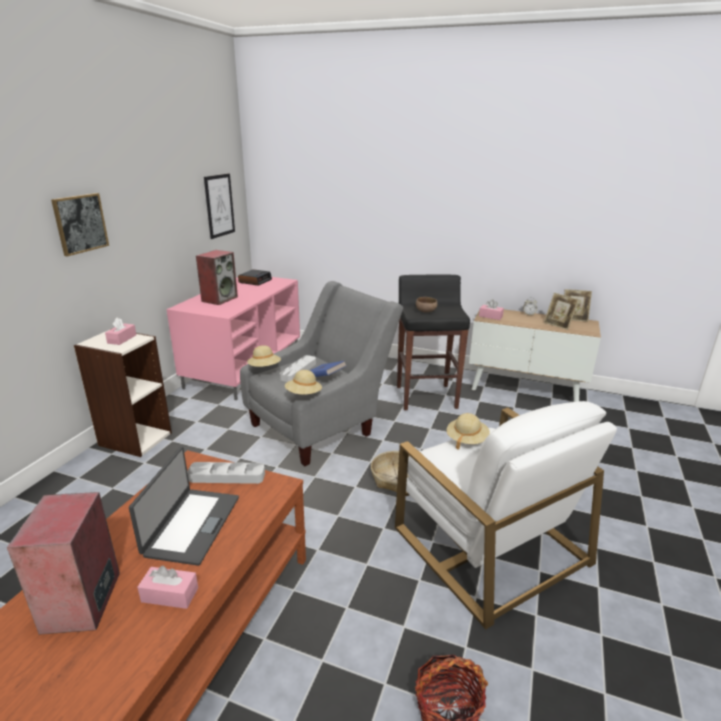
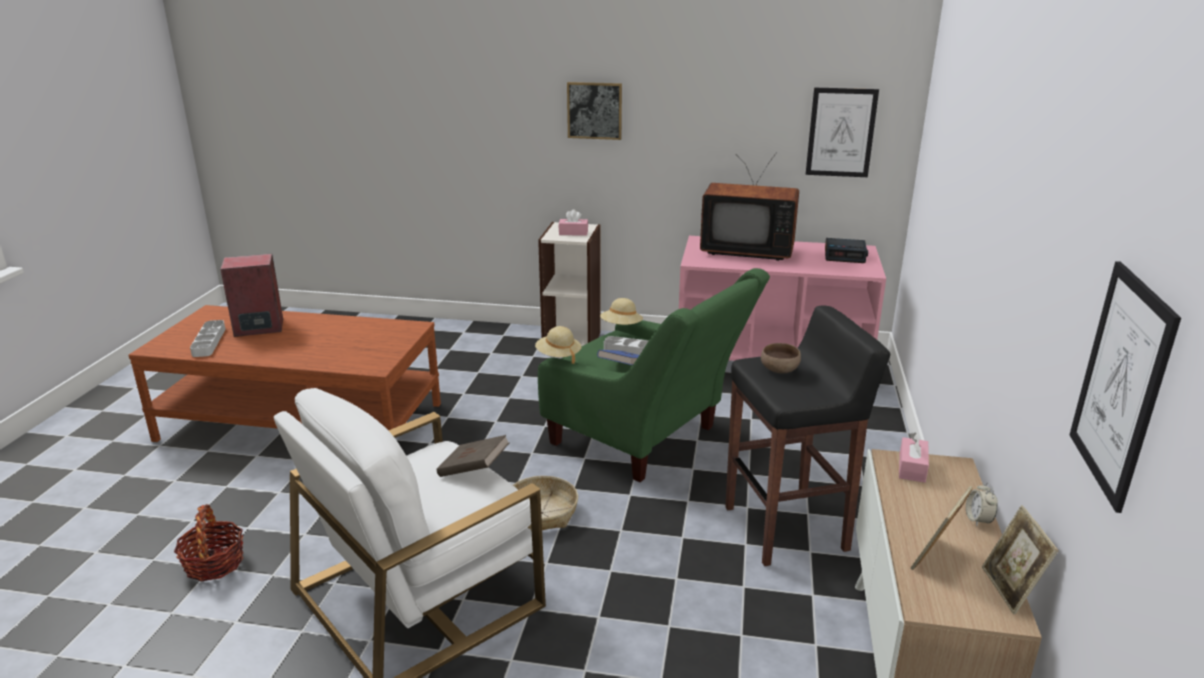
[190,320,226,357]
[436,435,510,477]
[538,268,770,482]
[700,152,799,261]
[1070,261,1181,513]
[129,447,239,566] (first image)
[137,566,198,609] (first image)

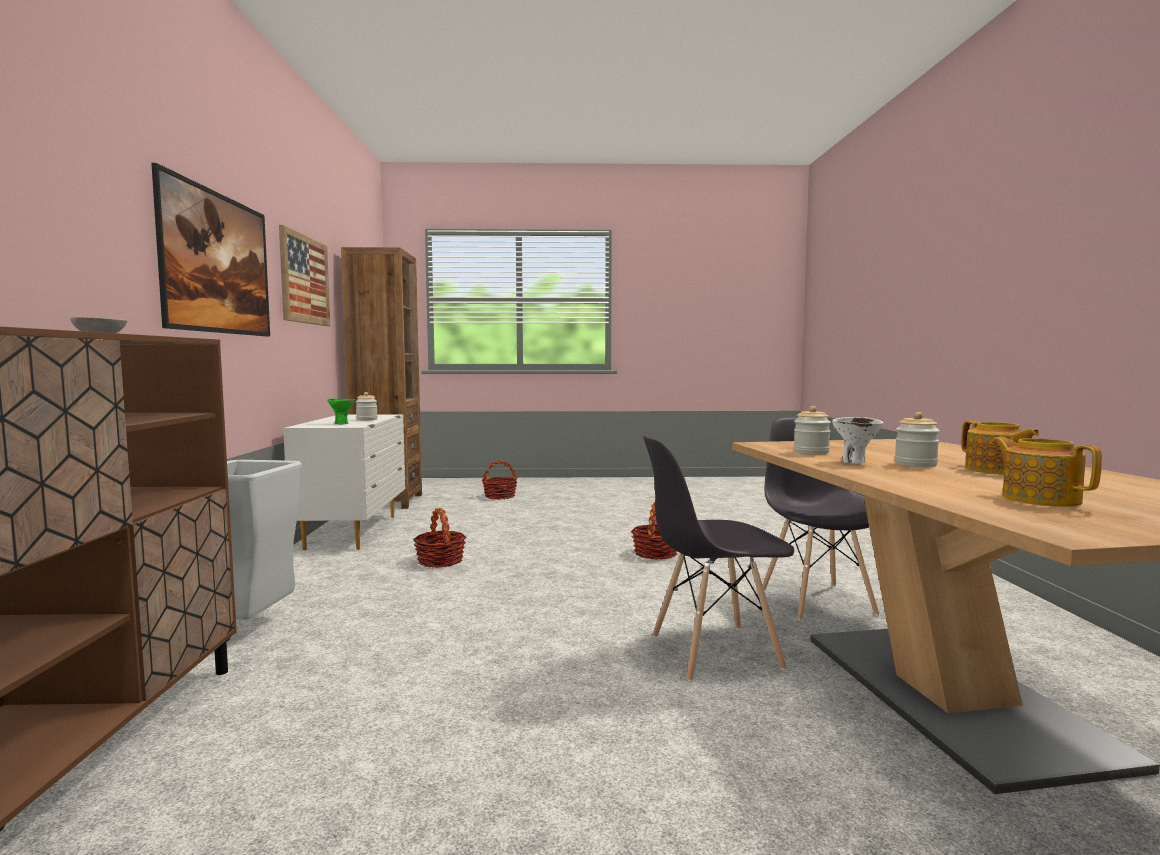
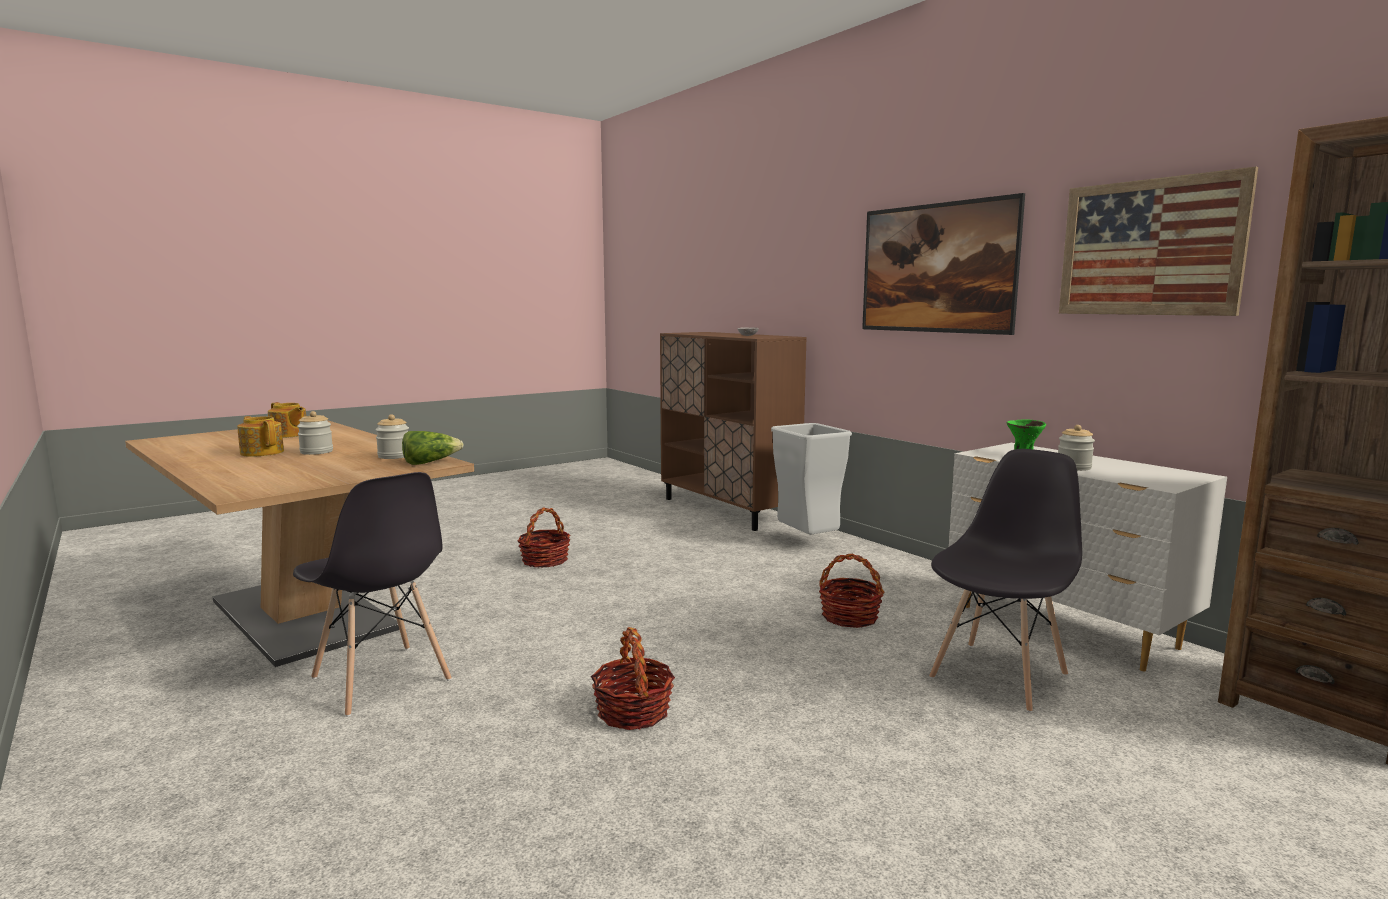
[402,431,464,465]
[518,508,570,568]
[929,449,1082,713]
[832,417,883,464] (first image)

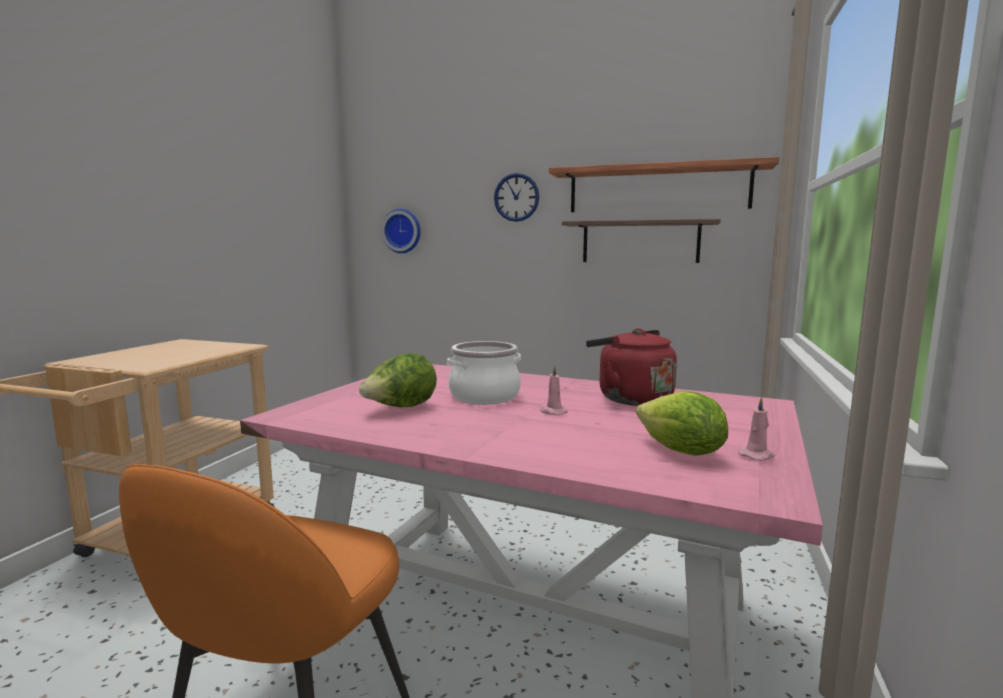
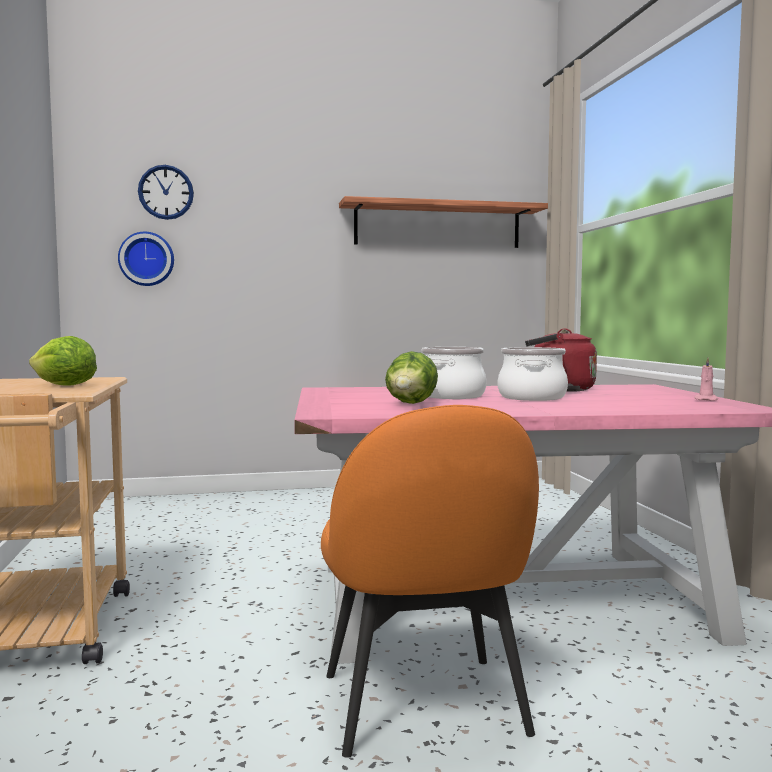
[29,336,97,385]
[138,165,194,220]
[498,347,568,401]
[562,219,721,263] (first image)

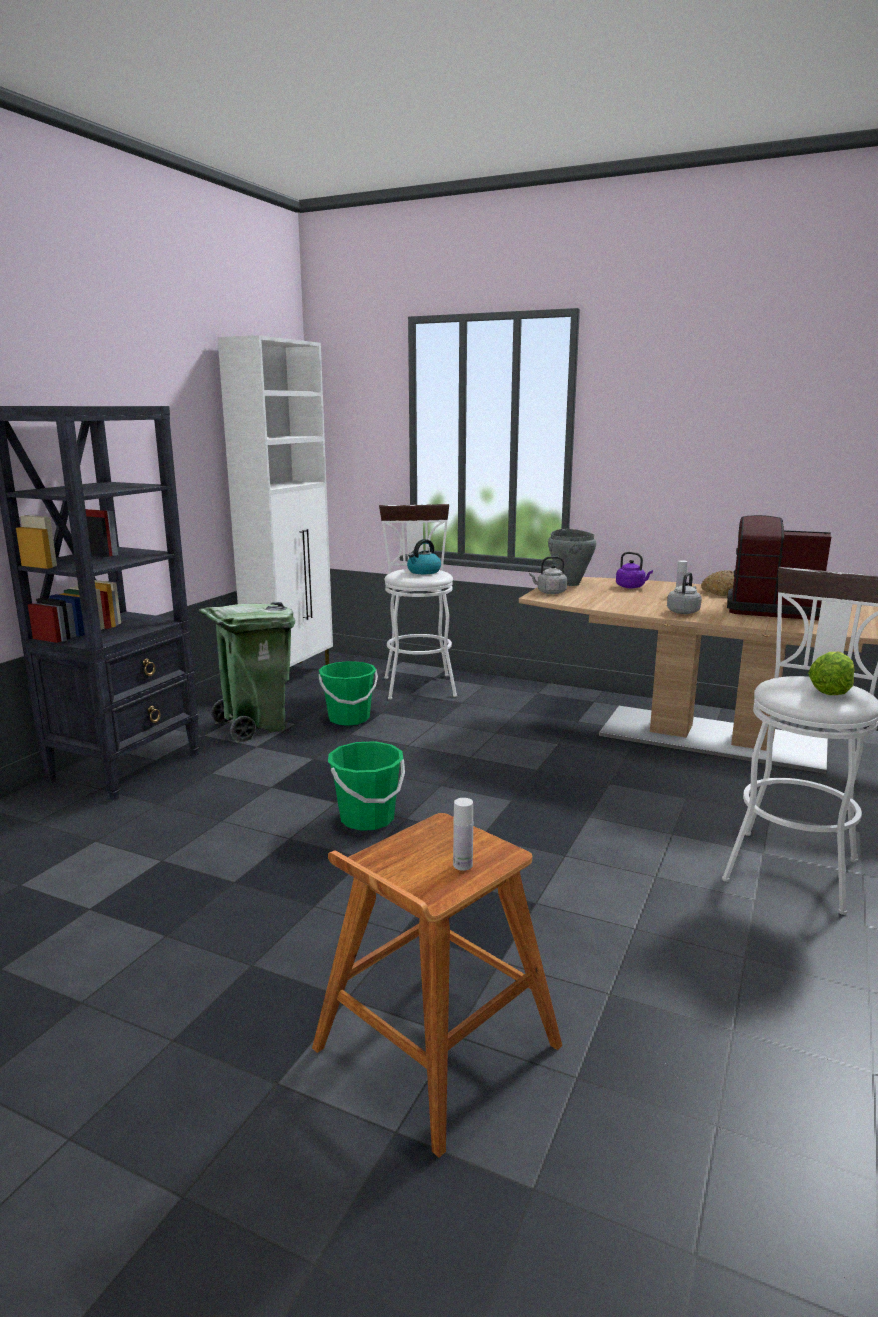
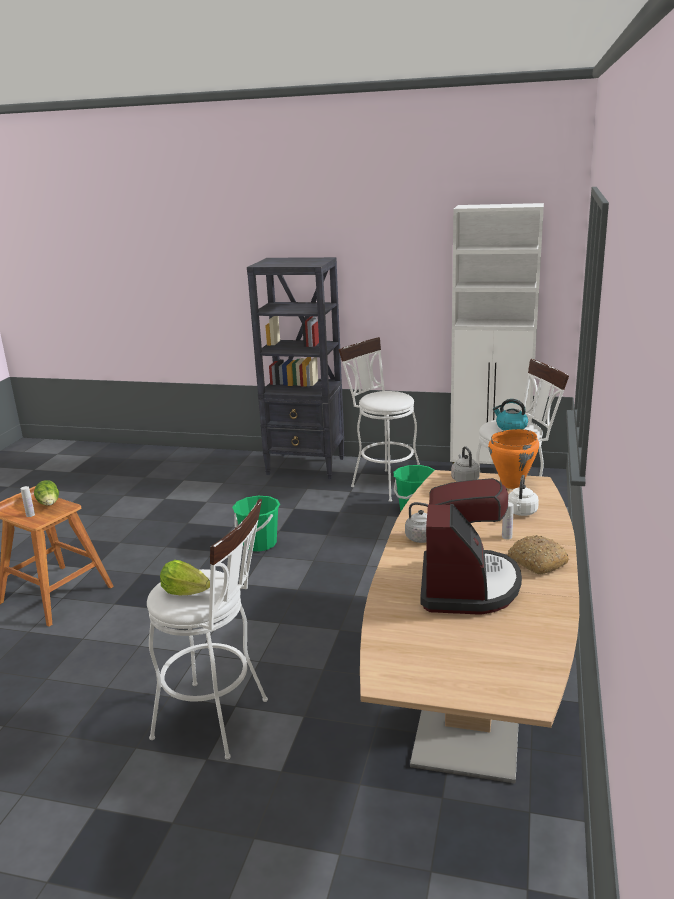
[34,480,59,506]
[338,337,420,502]
[488,429,539,489]
[508,475,539,516]

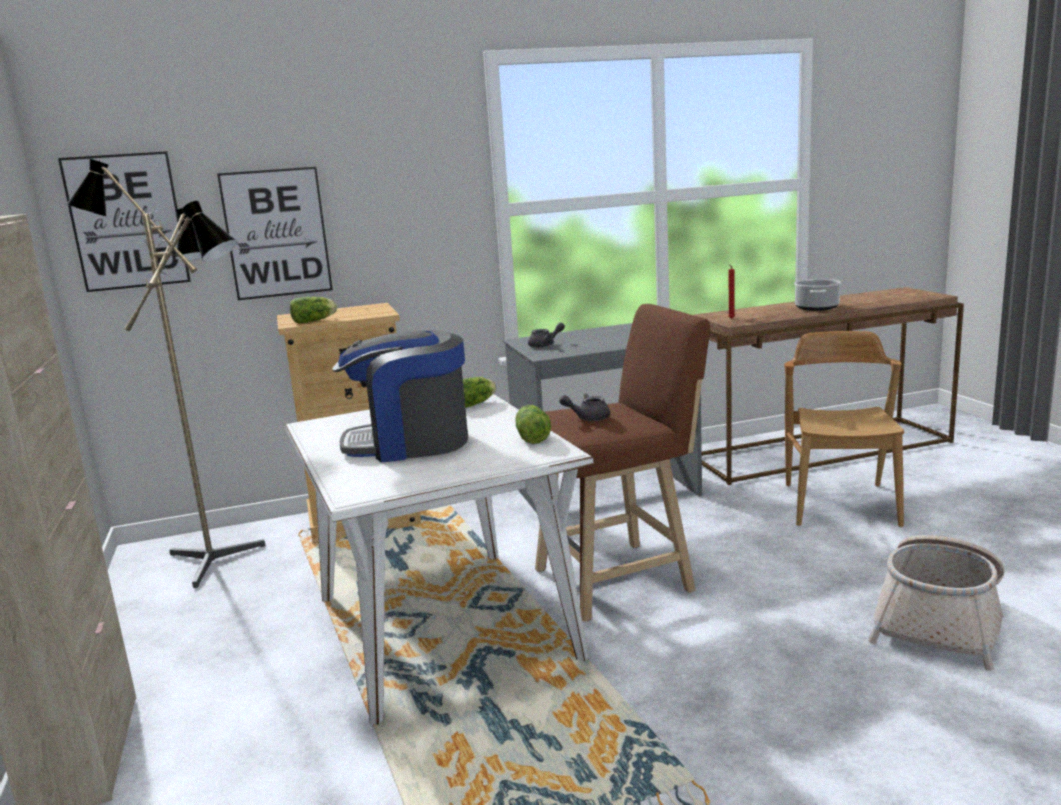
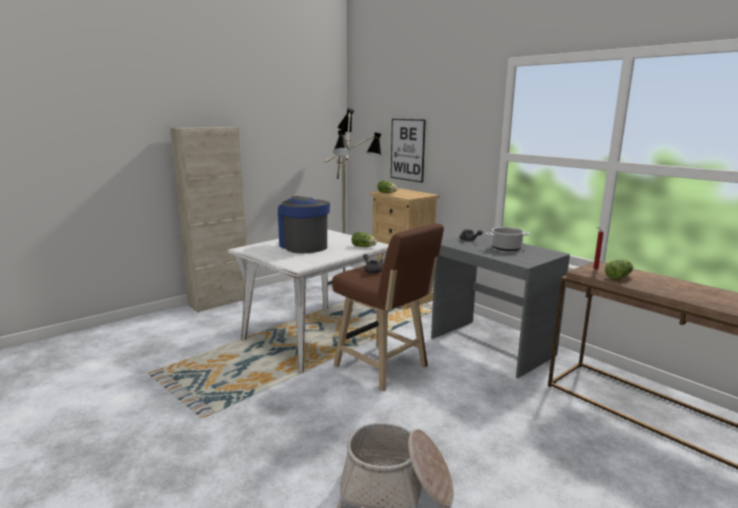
[486,227,530,251]
[605,260,633,280]
[58,151,191,292] (first image)
[784,331,904,527] (first image)

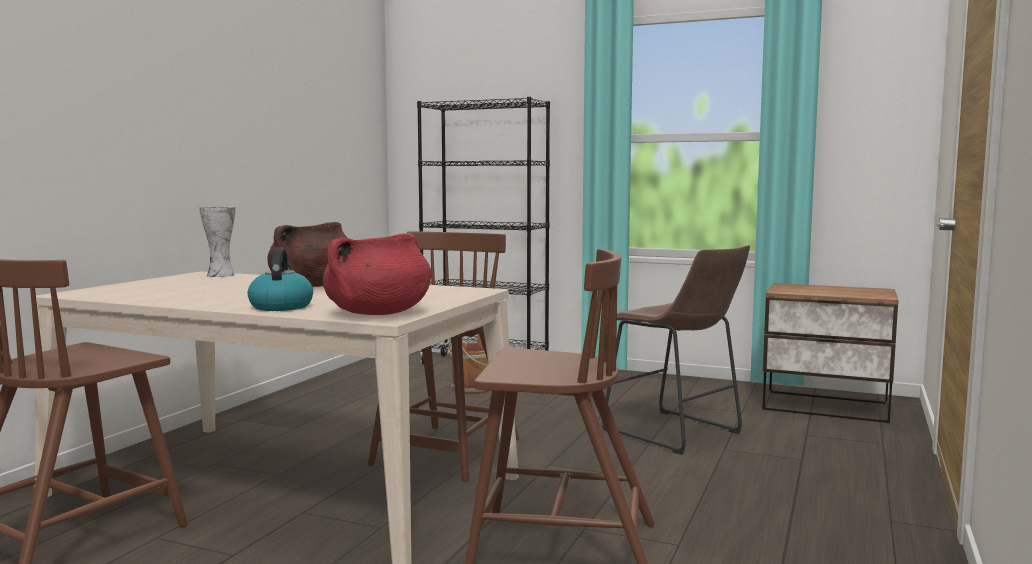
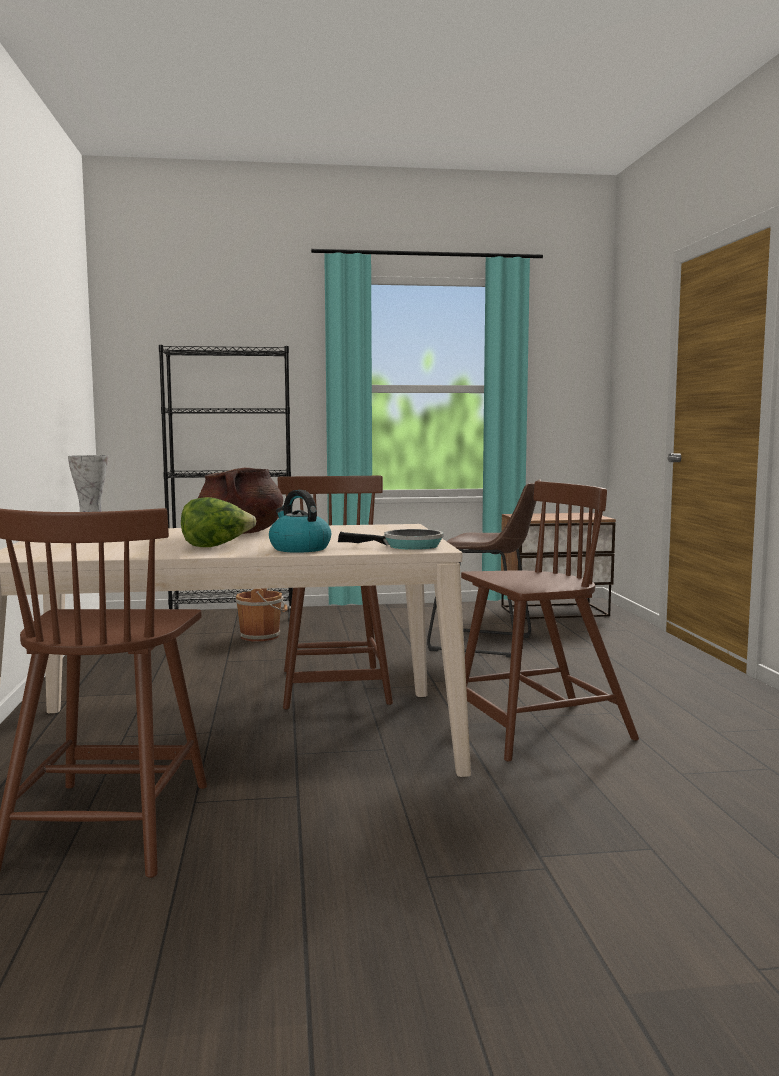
[181,497,256,547]
[338,529,444,550]

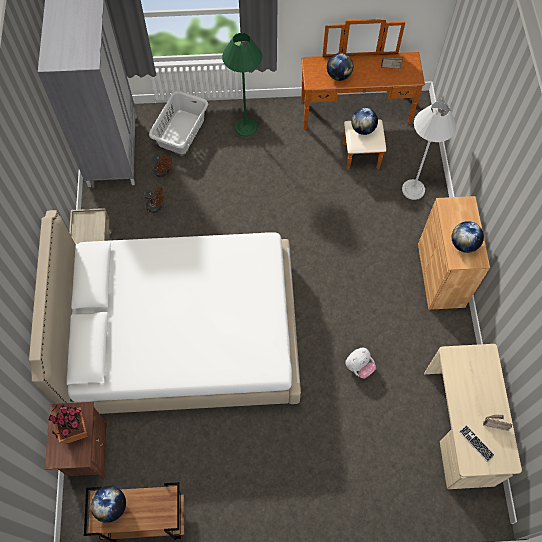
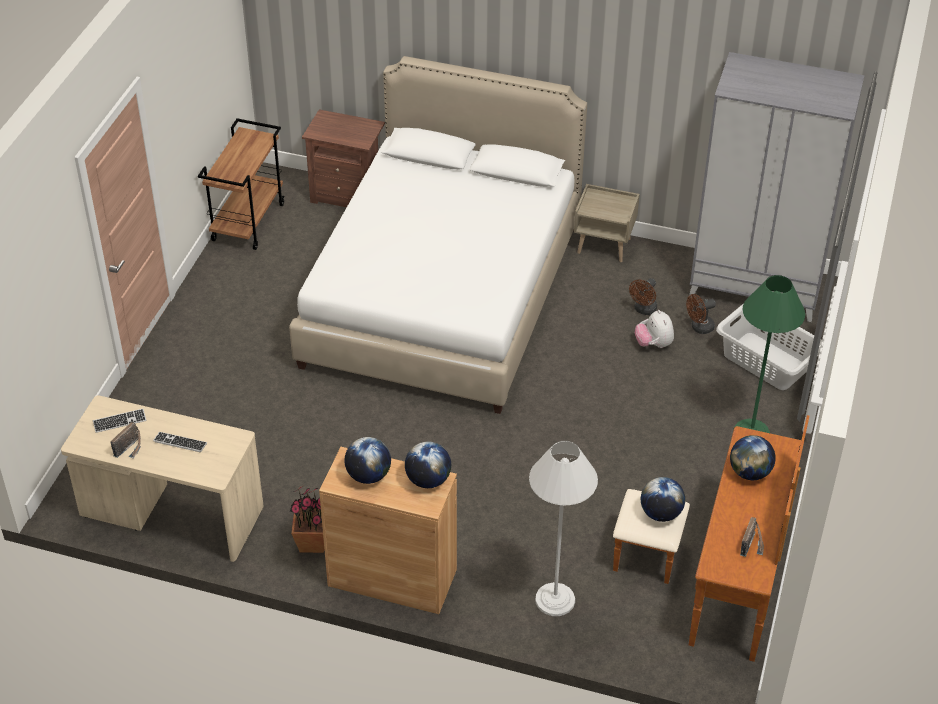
[153,432,207,452]
[290,486,324,553]
[405,442,451,488]
[635,310,674,348]

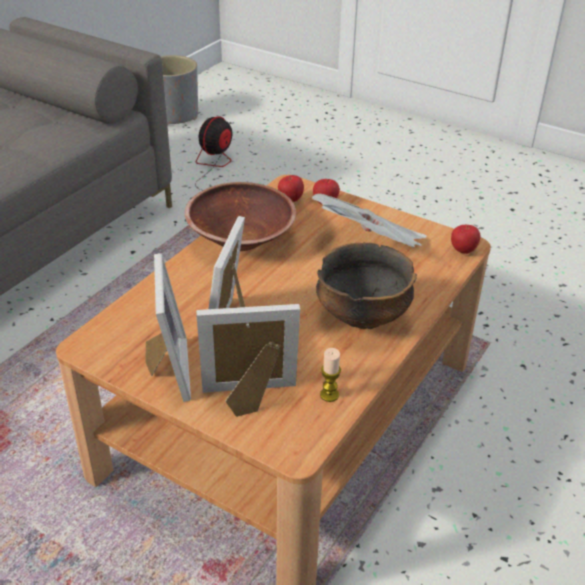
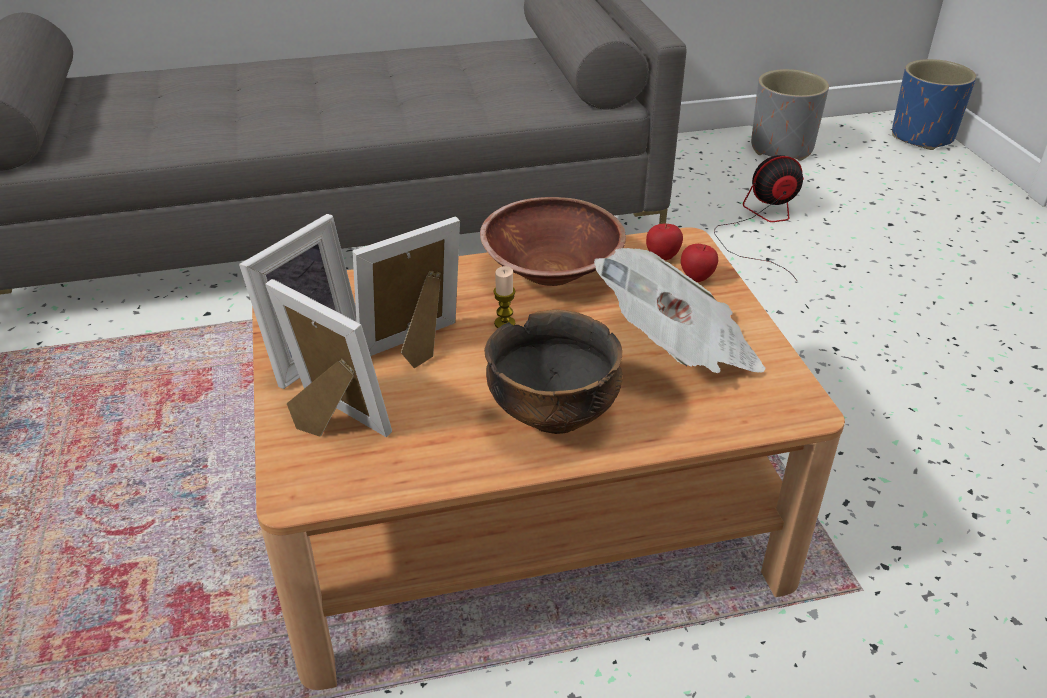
[493,266,516,328]
[892,59,976,150]
[451,225,480,254] (first image)

